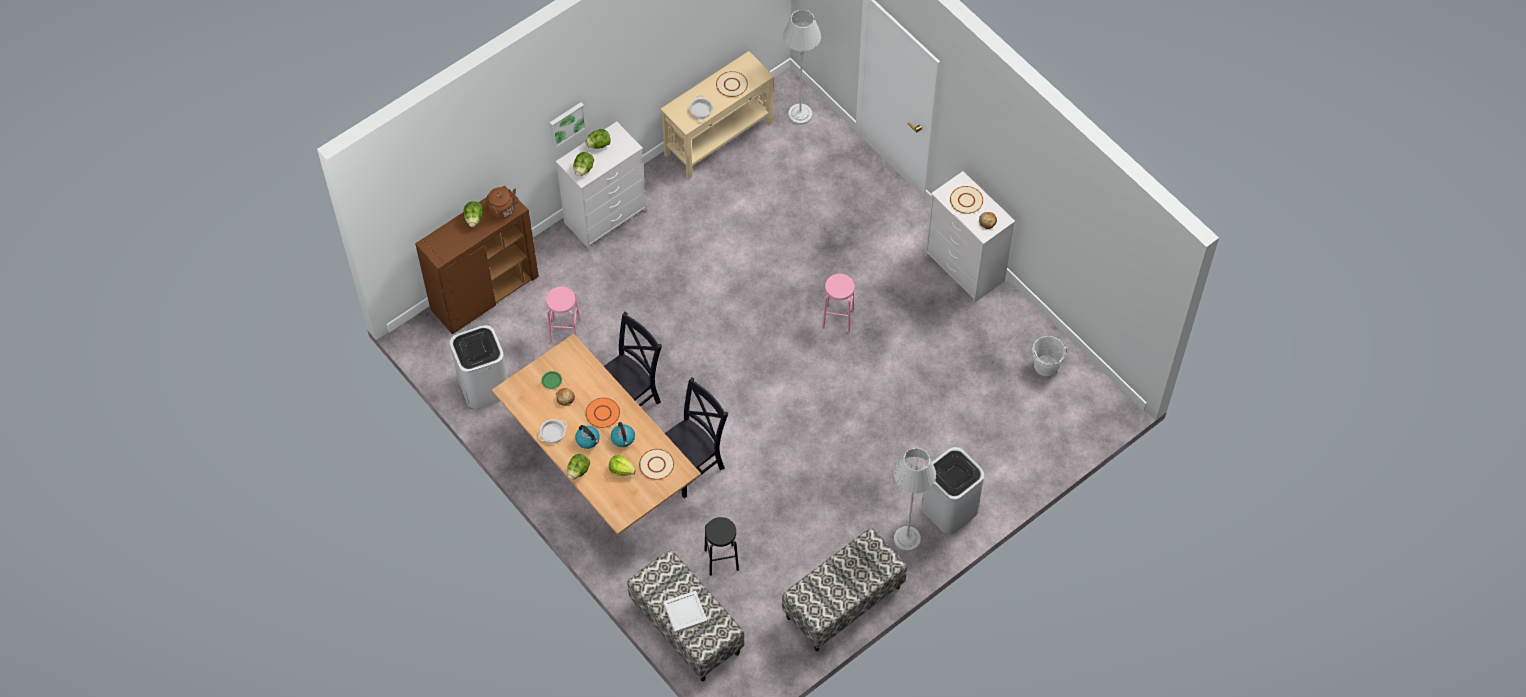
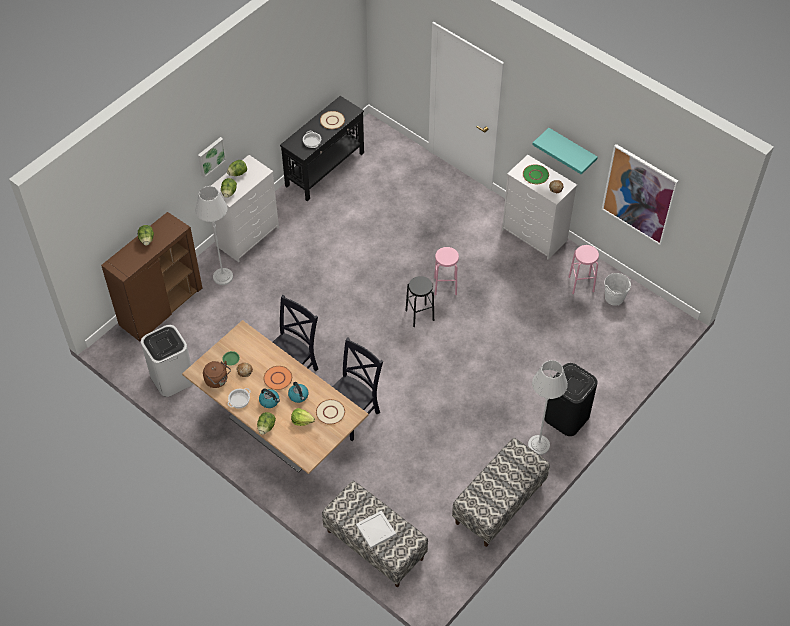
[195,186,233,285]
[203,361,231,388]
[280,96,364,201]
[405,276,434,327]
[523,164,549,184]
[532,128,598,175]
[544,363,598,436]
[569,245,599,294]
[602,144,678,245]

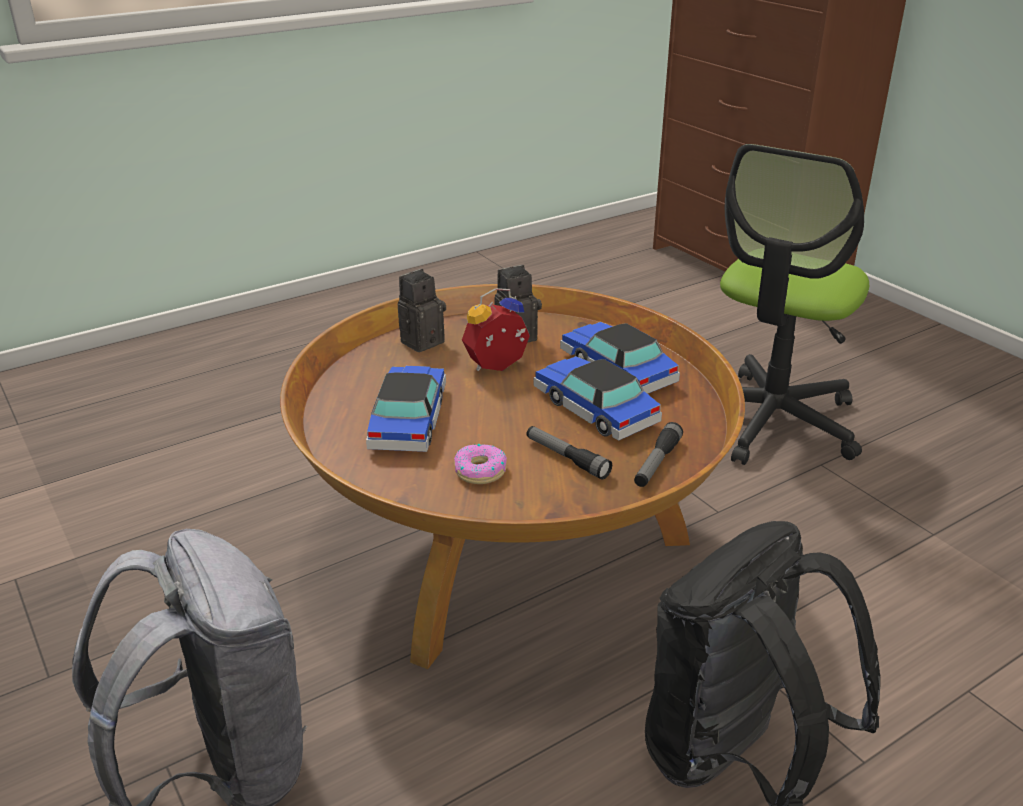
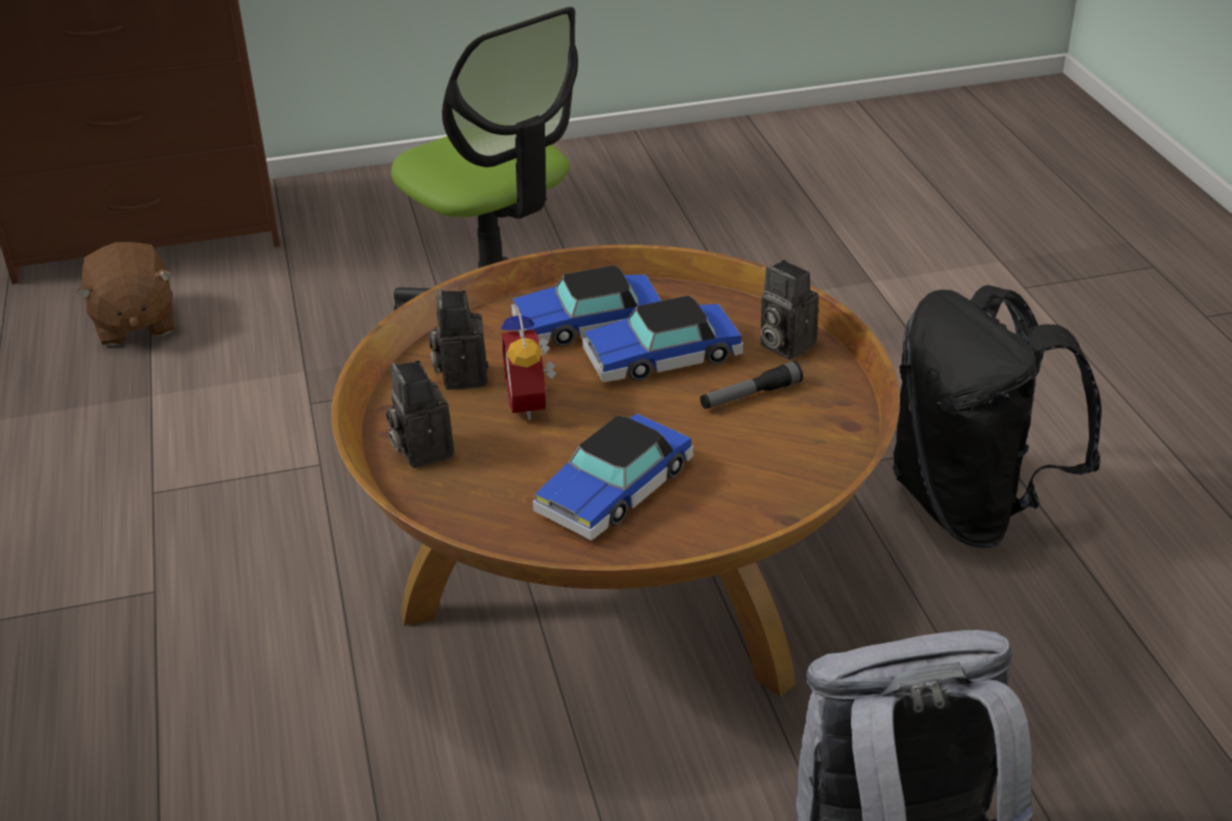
[76,242,174,346]
[533,414,694,541]
[760,260,819,360]
[454,444,507,484] (first image)

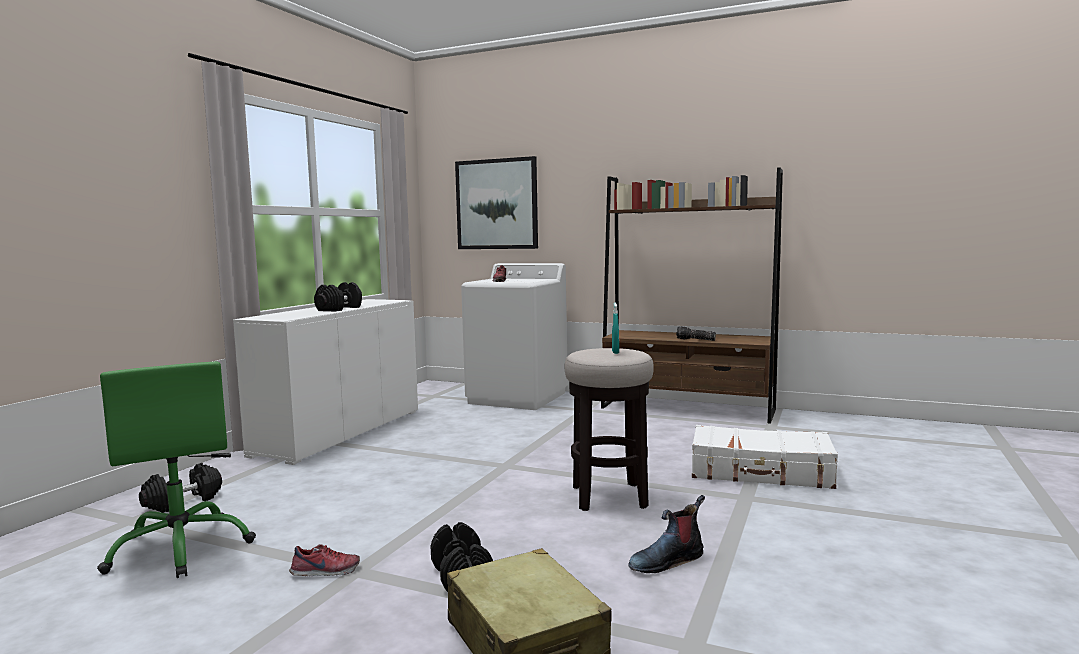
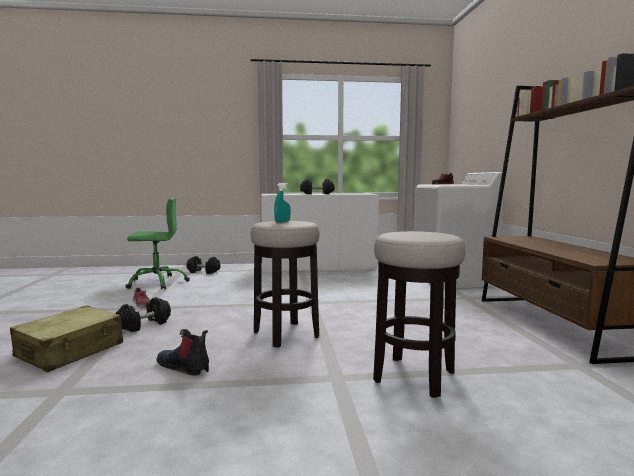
[125,198,190,290]
[373,231,465,398]
[455,156,538,249] (first image)
[676,326,716,341] (first image)

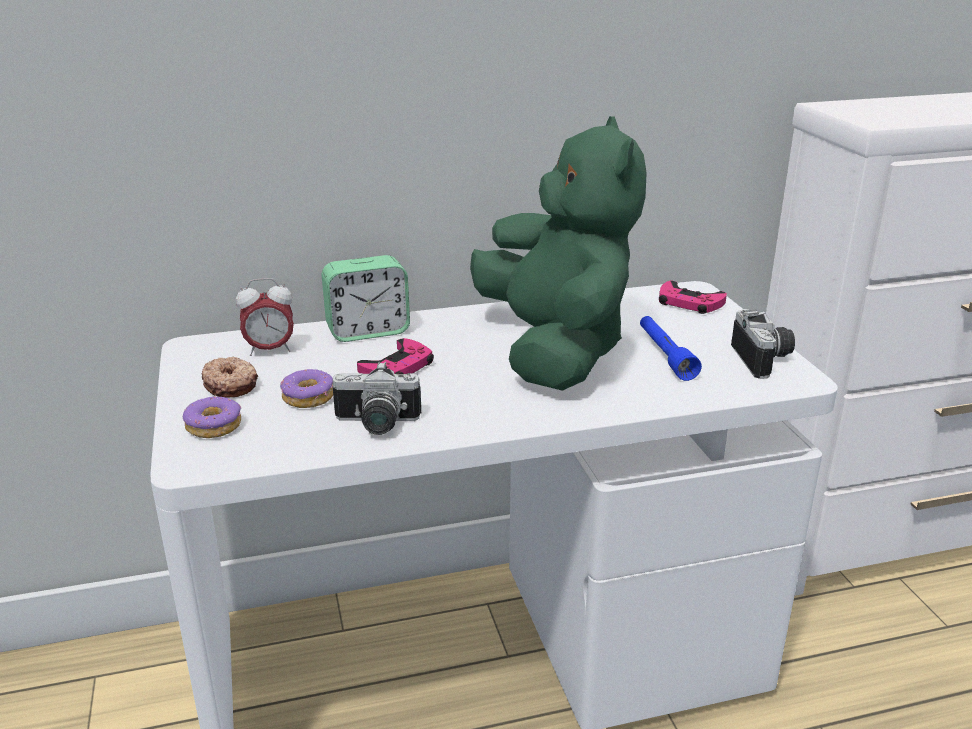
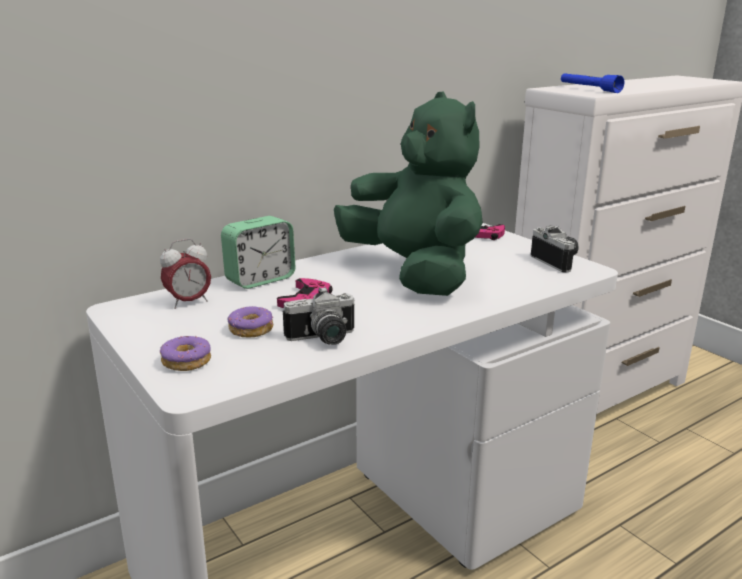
[561,73,625,93]
[202,357,258,397] (first image)

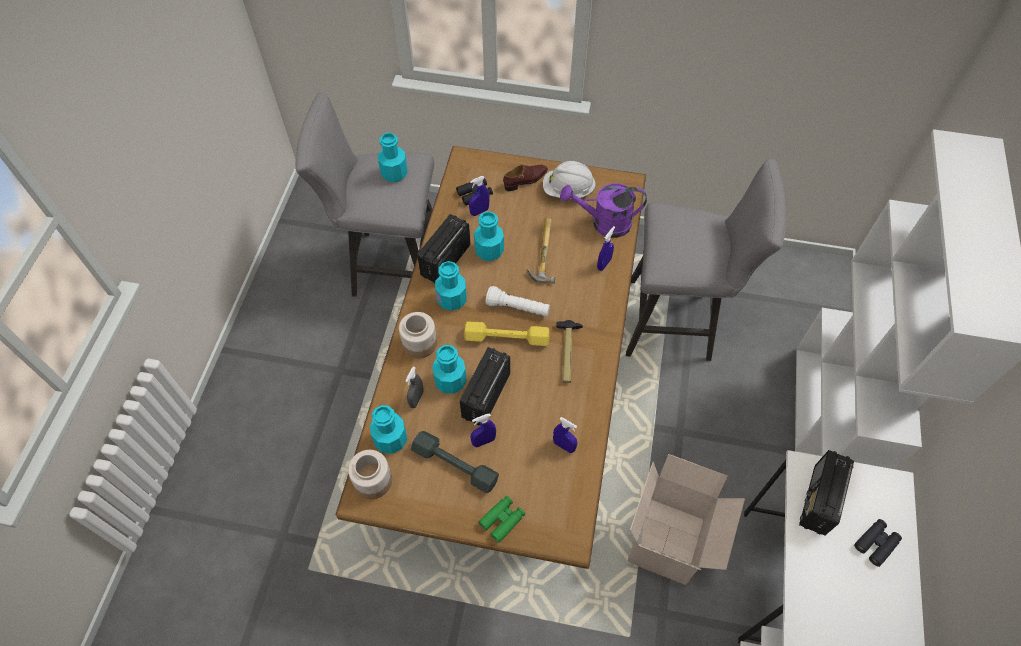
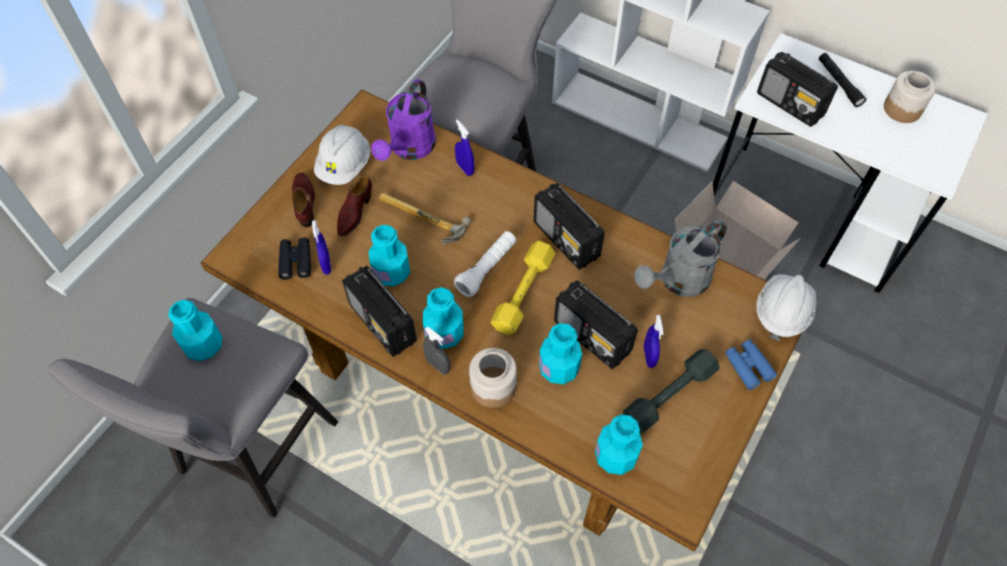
[337,175,372,236]
[423,326,450,375]
[534,183,605,270]
[634,220,727,297]
[725,339,777,390]
[756,274,816,342]
[819,53,866,107]
[884,71,936,123]

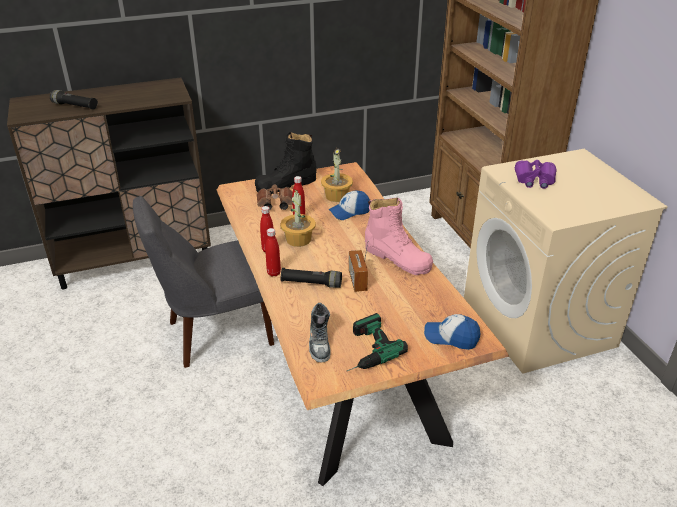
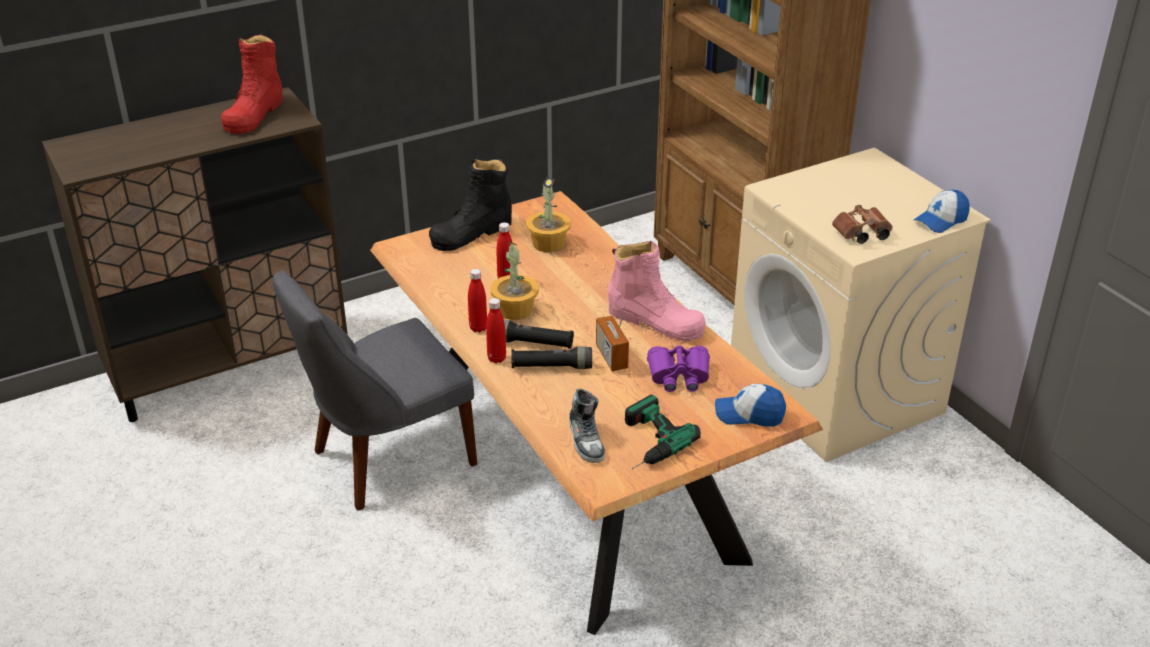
[221,34,283,134]
[504,320,574,349]
[647,345,710,392]
[832,205,893,244]
[914,190,970,233]

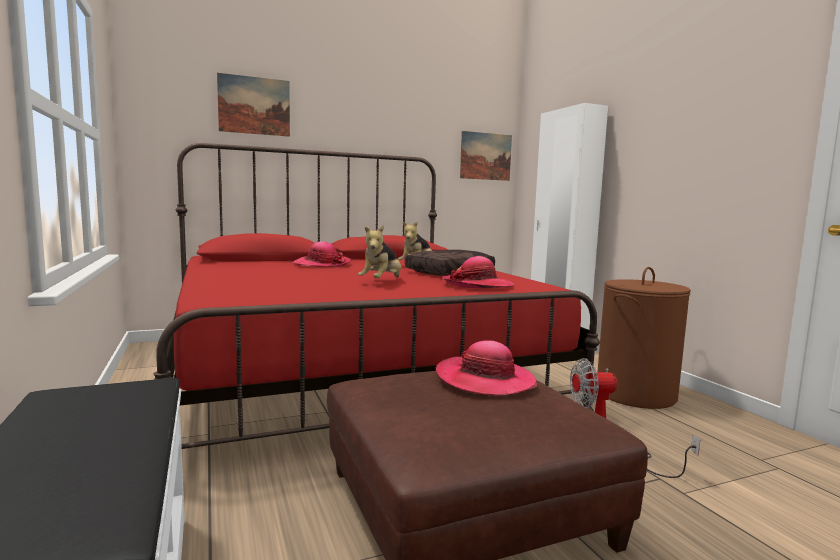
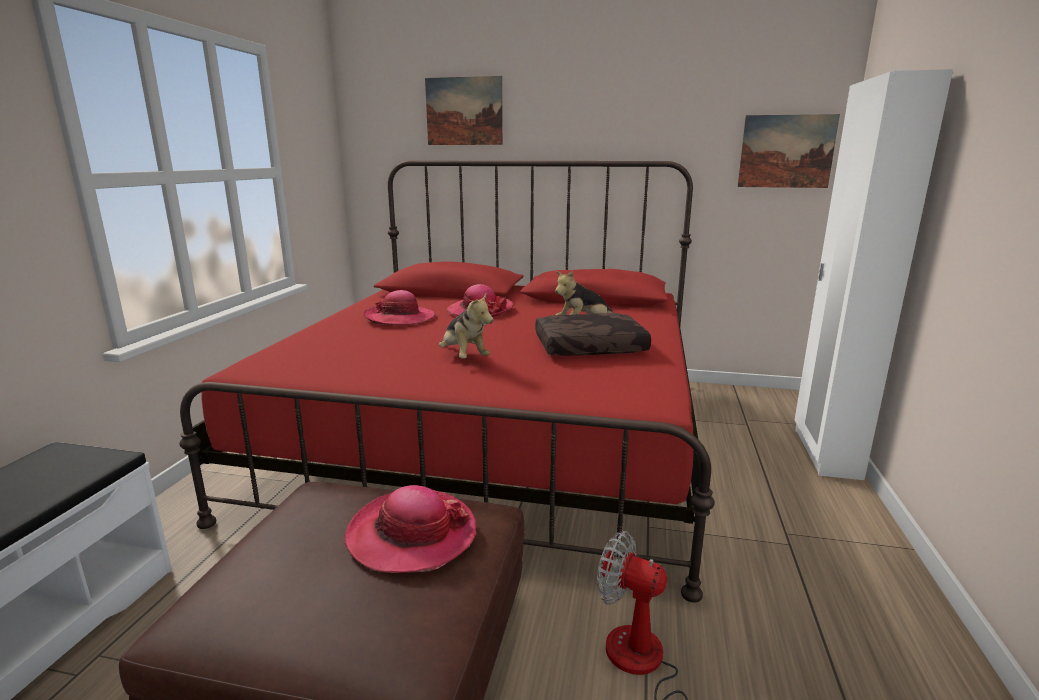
[363,290,436,326]
[439,294,494,359]
[597,267,691,409] (first image)

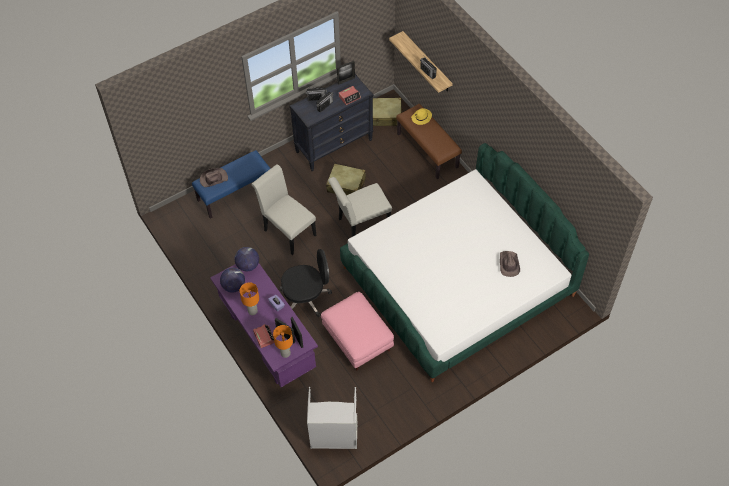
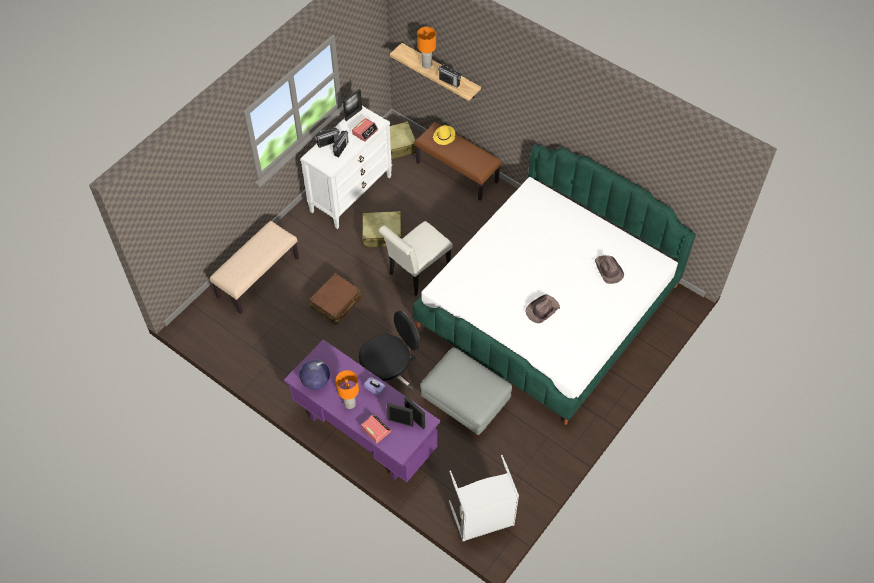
[210,221,299,314]
[300,105,392,229]
[309,273,362,325]
[417,27,436,69]
[420,348,512,437]
[525,294,560,323]
[235,247,259,272] (first image)

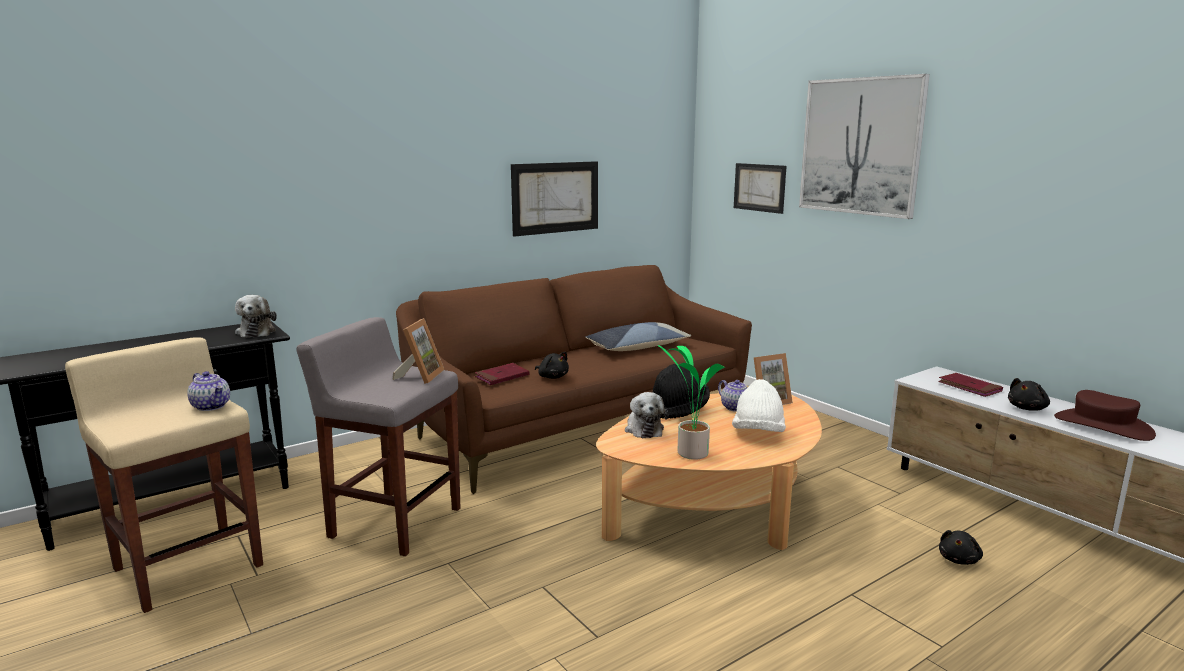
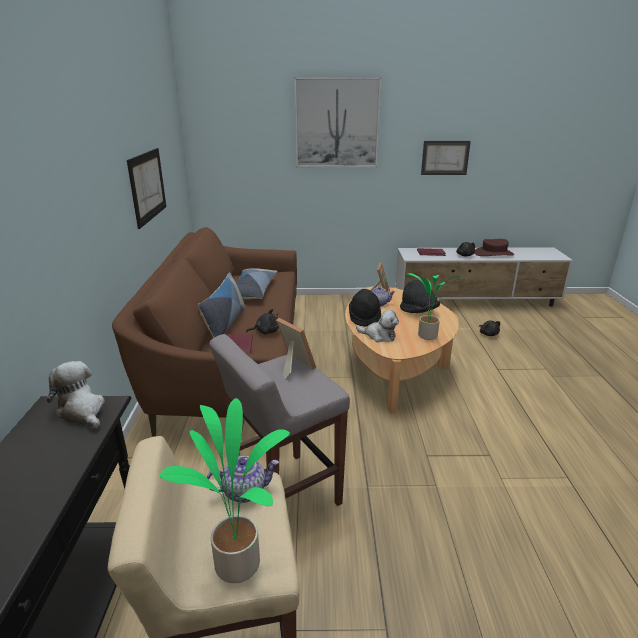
[47,361,105,429]
[160,398,290,583]
[198,272,246,338]
[400,280,440,313]
[421,141,471,175]

